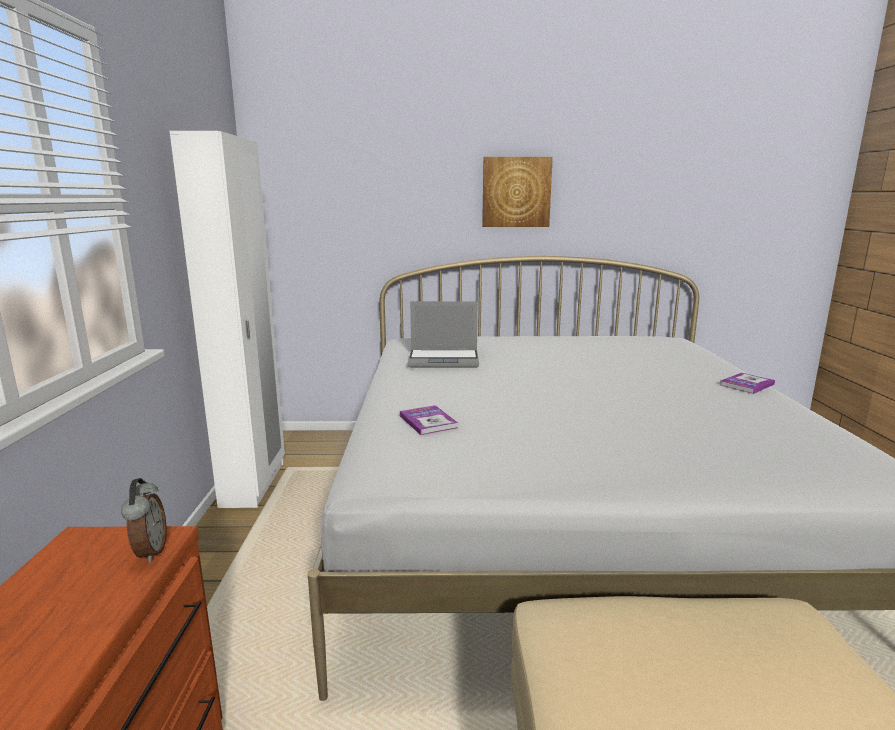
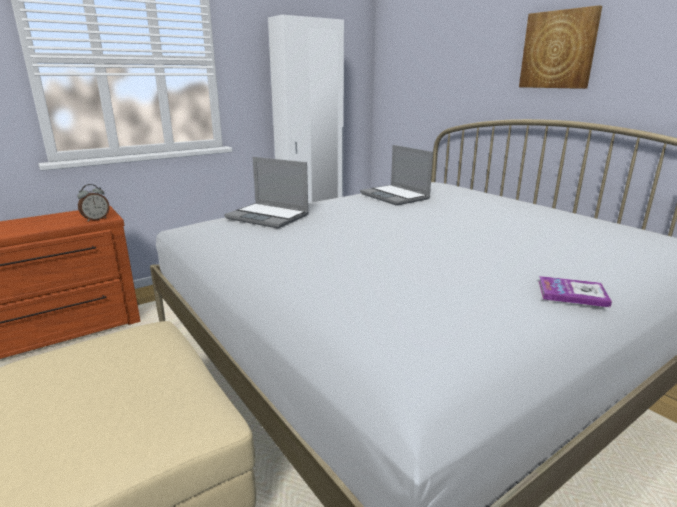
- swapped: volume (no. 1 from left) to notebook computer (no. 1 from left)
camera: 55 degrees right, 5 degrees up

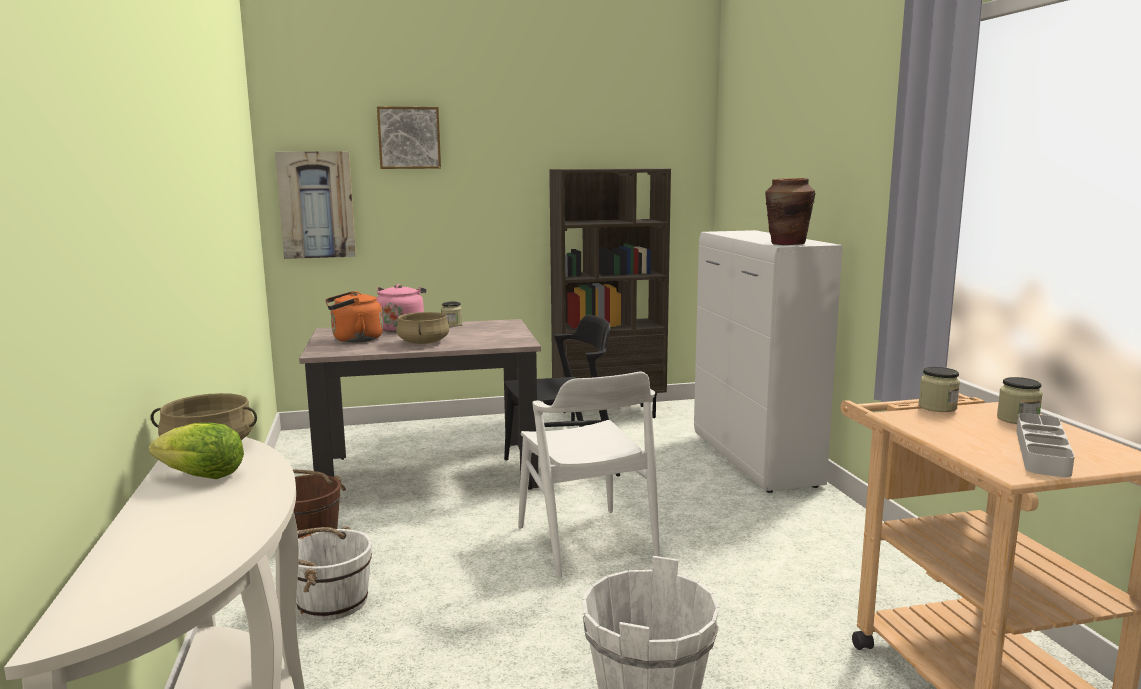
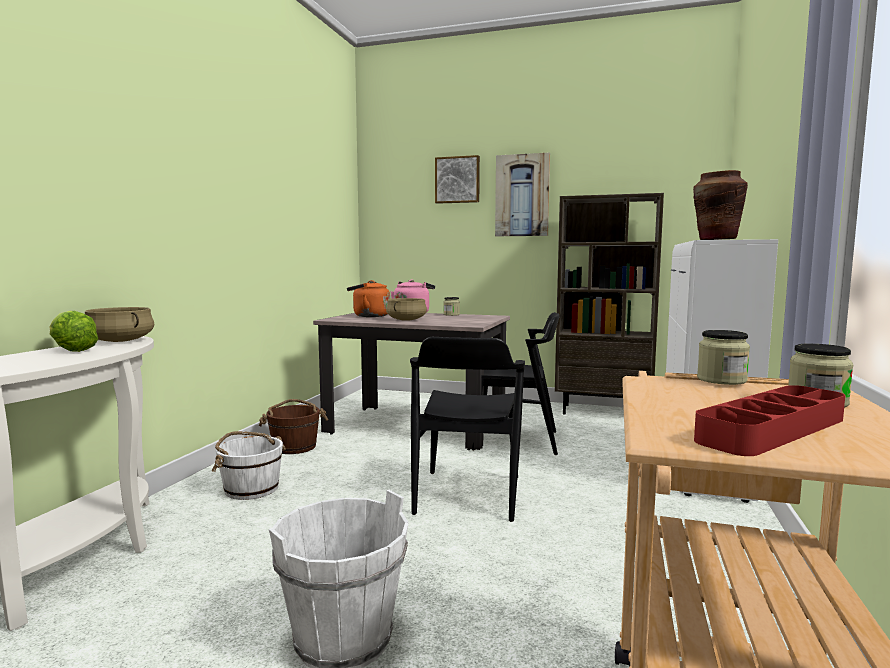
- shifted: picture (no. 1 from left in the first image) to picture (no. 2 from left)
- repainted: plain chair in white to plain chair in black (no. 1 from left)
- repainted: carrying tray in greyish to carrying tray in red
camera: 30 degrees right, 5 degrees down

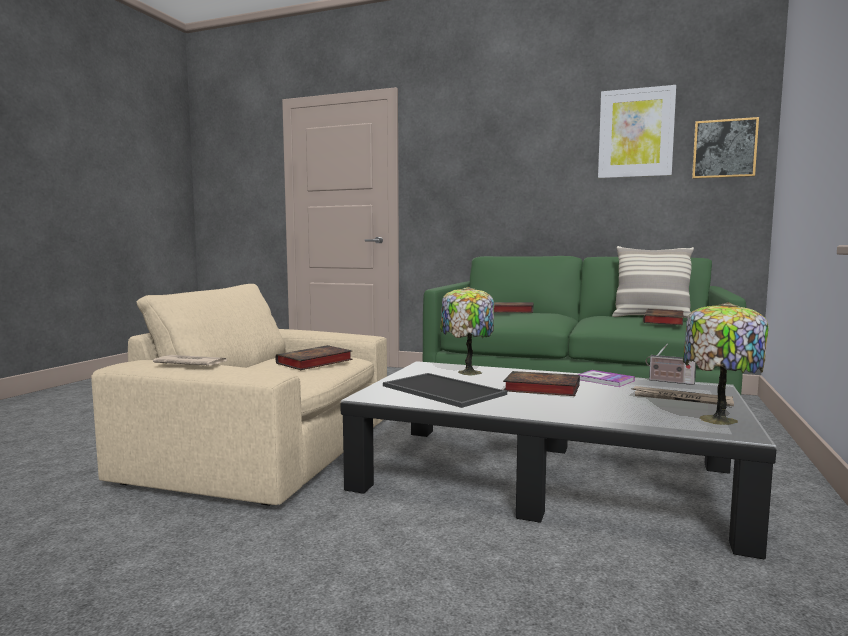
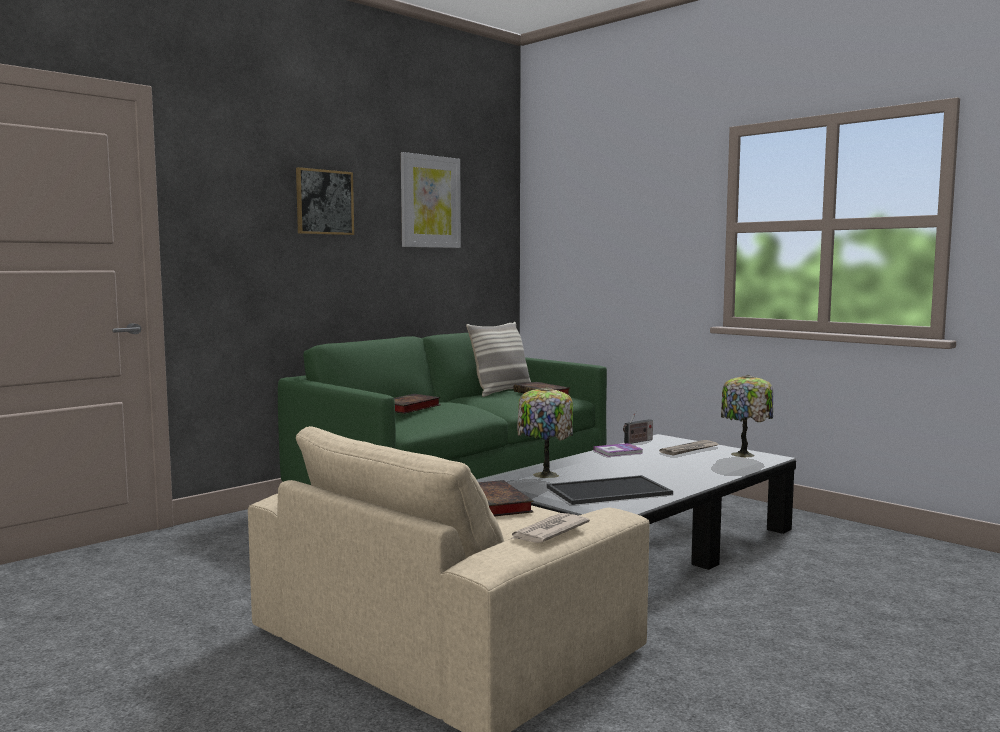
- gone: volume (no. 3 from left)
- shifted: picture (no. 2 from left in the first image) to picture (no. 1 from left)
camera: 65 degrees left, 0 degrees up

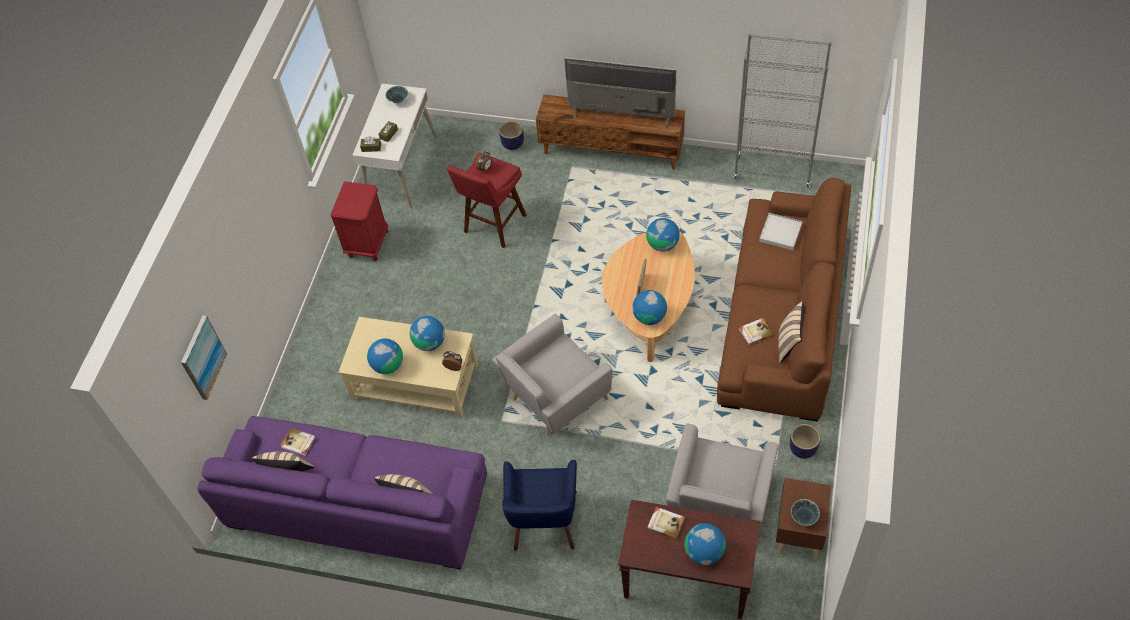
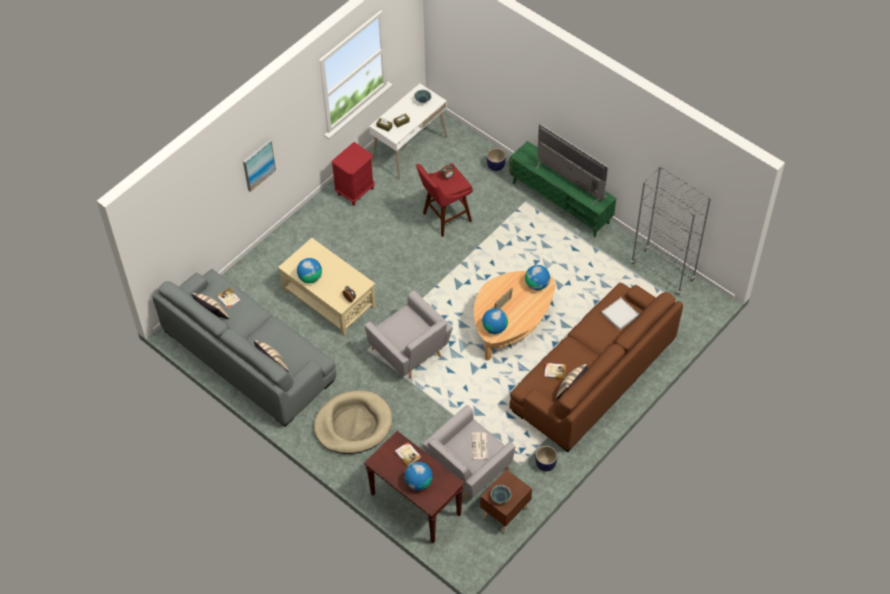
- gone: desk globe (no. 2 from left)
- new: newspaper
- shifted: picture
- swapped: easy chair in blue-coloured to pet bed in sand-coloured
- repainted: couch in purple-coloured to couch in greyish
- repainted: tv stand in brownish to tv stand in green
- rotated: easy chair in greyish (no. 1 from left) 120 degrees counterclockwise
camera: 25 degrees right, 0 degrees up

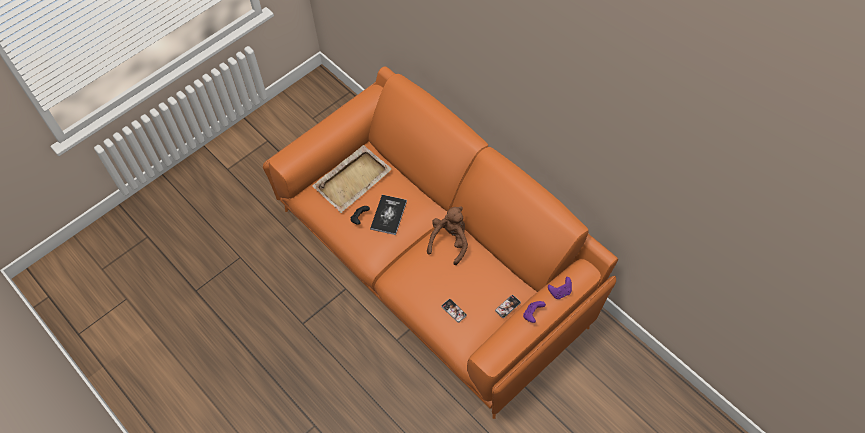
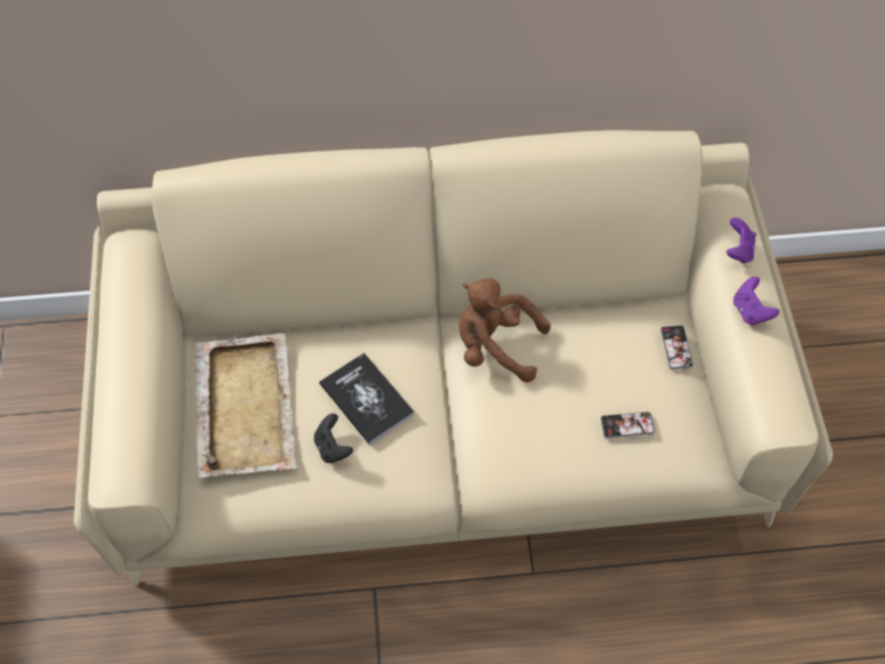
- repainted: couch in orange-coloured to couch in sand-coloured
- rotated: cuddly toy in brownish 45 degrees counterclockwise
camera: 55 degrees left, 0 degrees up

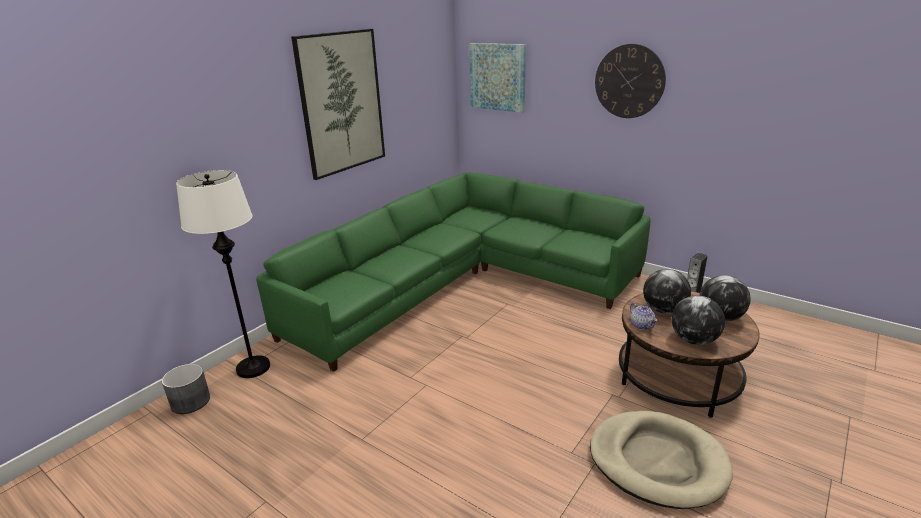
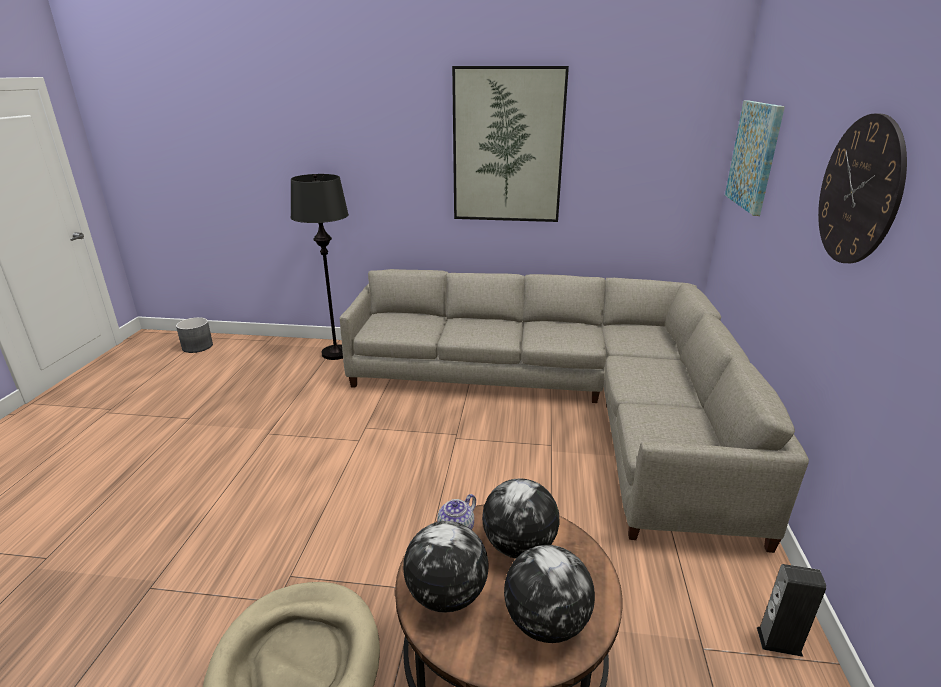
- shifted: planter in greyish
- repainted: standard lamp in white to standard lamp in black
- repainted: couch in green to couch in greyish
camera: 60 degrees right, 0 degrees up

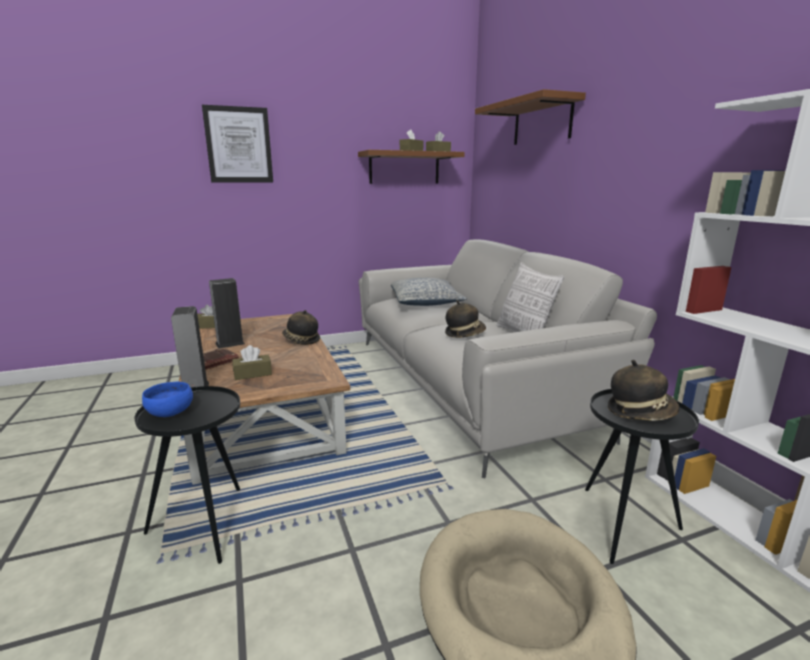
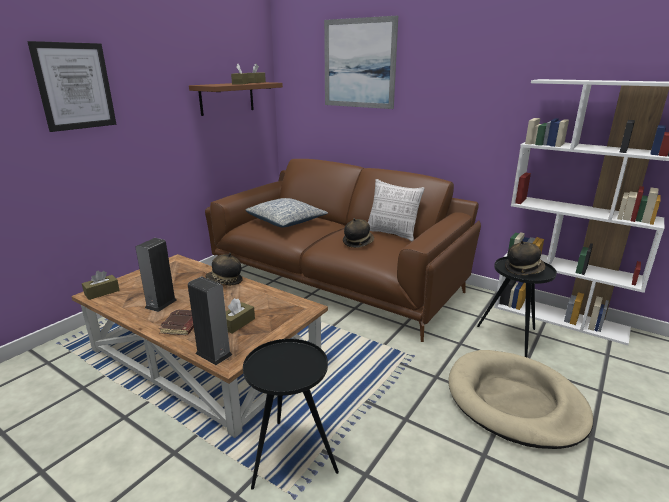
- gone: serving bowl in blue-coloured
- swapped: bracket shelf in brownish (no. 2 from left) to picture (no. 2 from left)
- repainted: couch in greyish to couch in brownish
camera: 35 degrees left, 5 degrees up

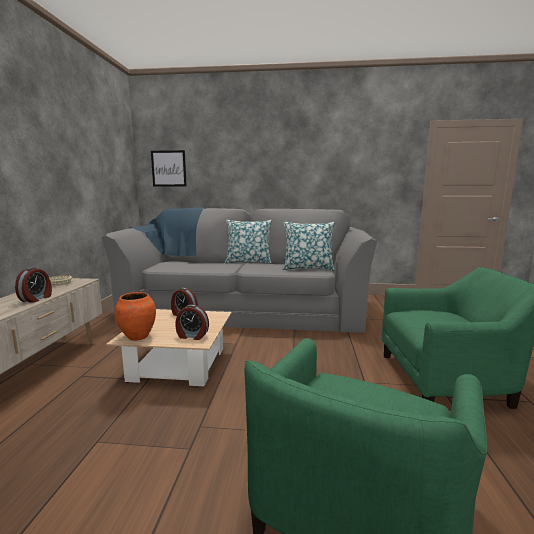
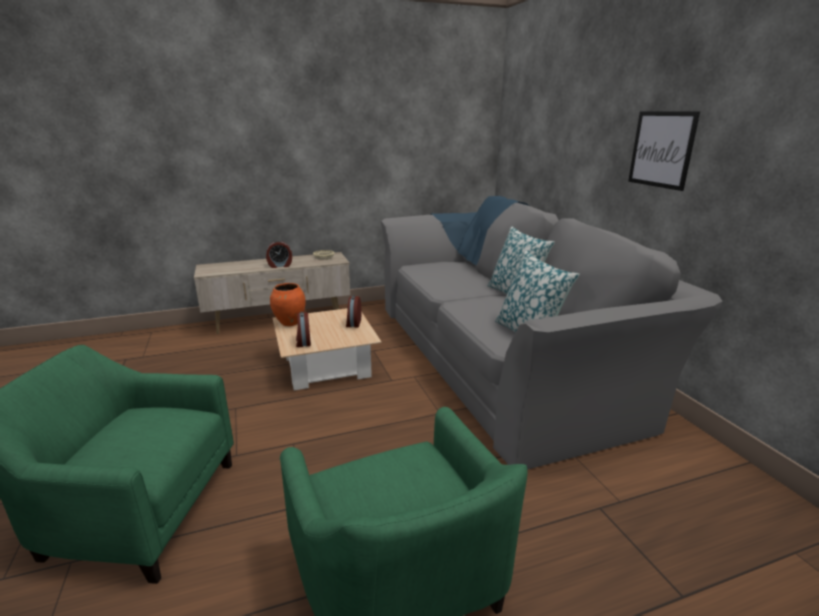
- shifted: picture
camera: 65 degrees right, 10 degrees up

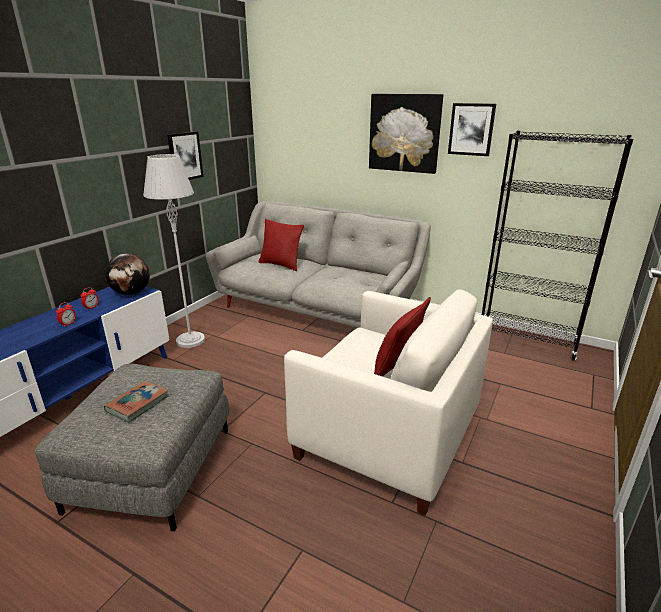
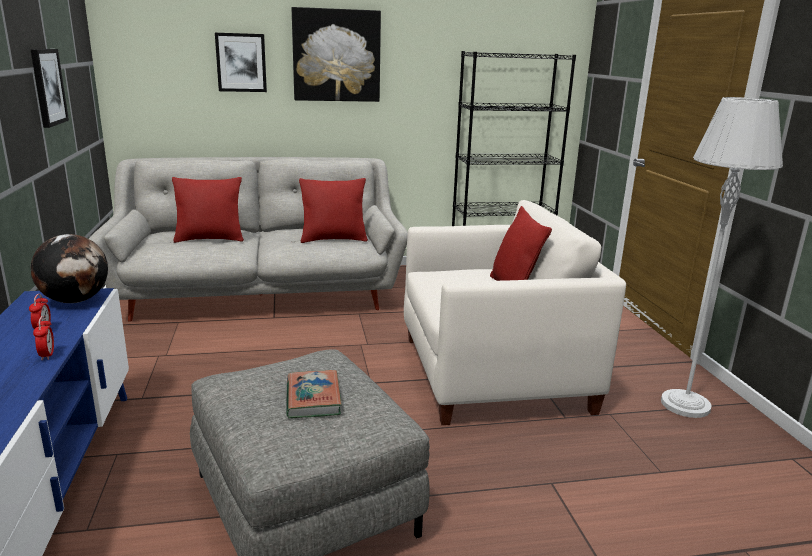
- new: throw pillow in red (no. 2 from left)
- shifted: standard lamp in greyish
- shifted: picture (no. 3 from left in the first image) to picture (no. 2 from left)
camera: 40 degrees left, 5 degrees down

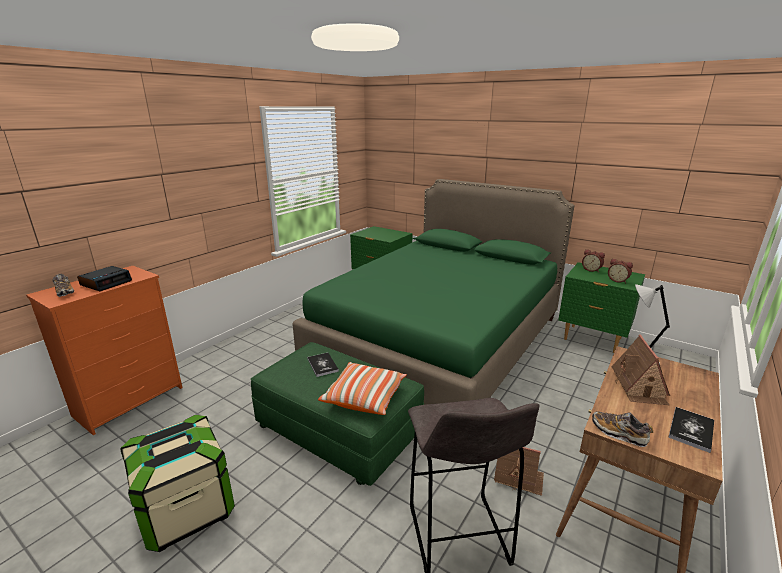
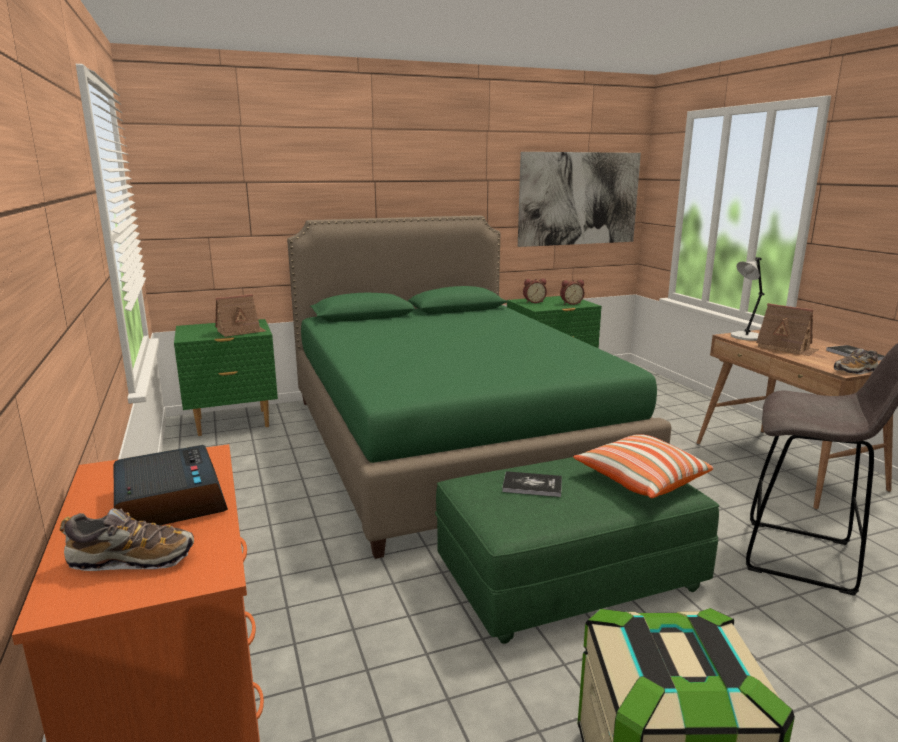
- new: picture
- shifted: miniature house (no. 1 from left)
camera: 55 degrees left, 5 degrees down

